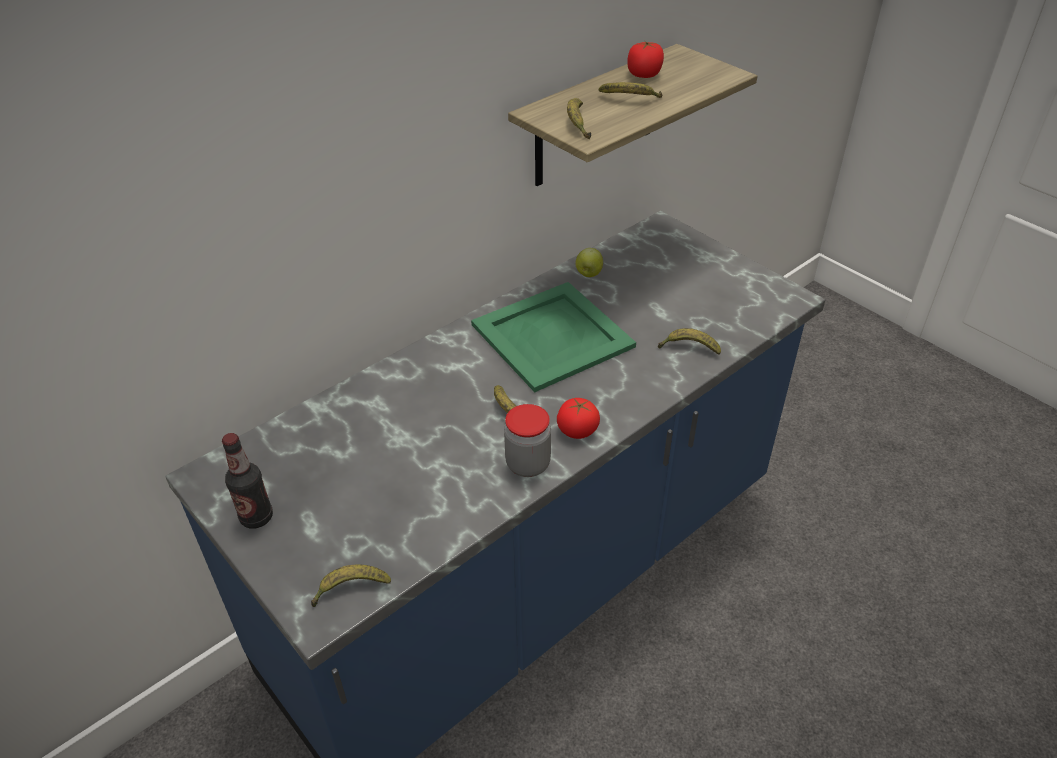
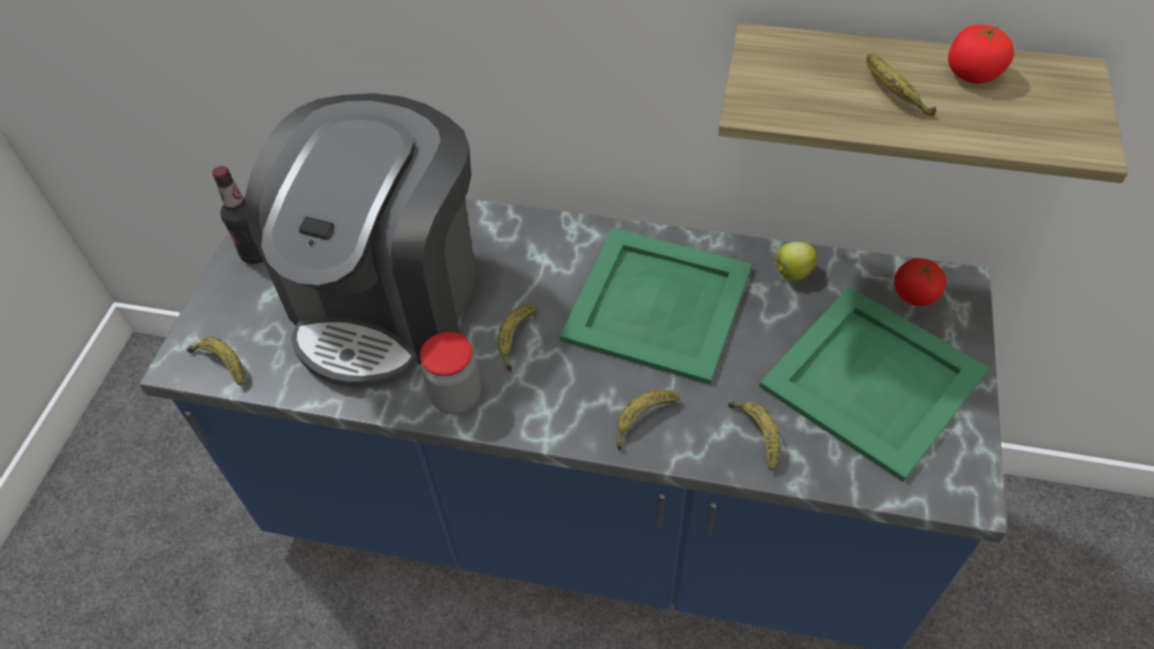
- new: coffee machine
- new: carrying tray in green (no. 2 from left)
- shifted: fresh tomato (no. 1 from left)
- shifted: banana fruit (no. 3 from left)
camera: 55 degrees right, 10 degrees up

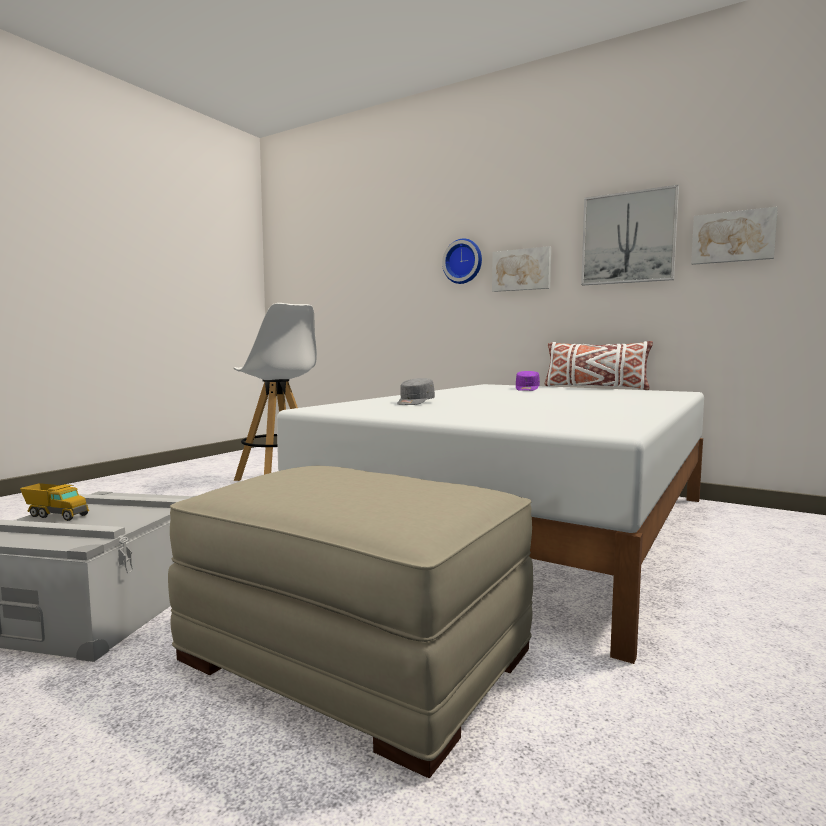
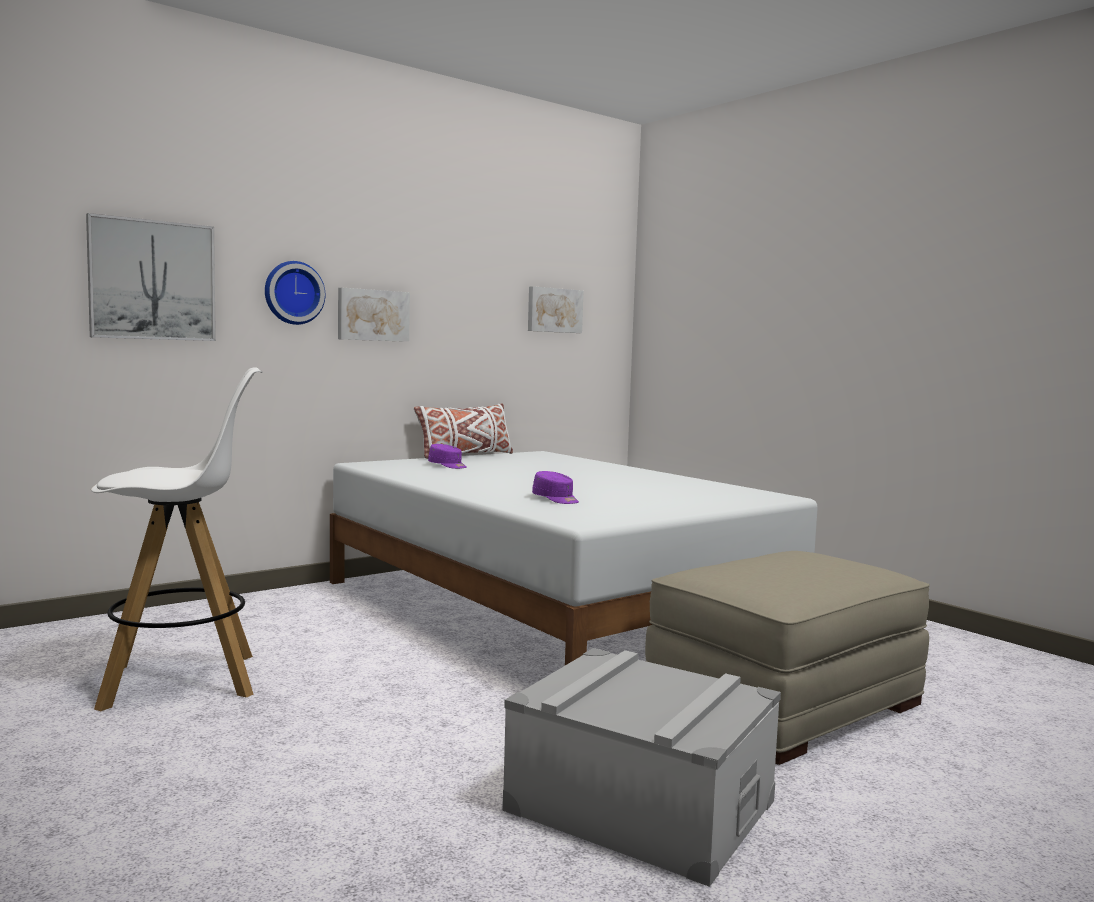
- gone: toy lorry
- shifted: picture (no. 2 from left in the first image) to picture (no. 1 from left)
- repainted: cap in greyish to cap in purple-coloured (no. 2 from left)
camera: 70 degrees left, 0 degrees up

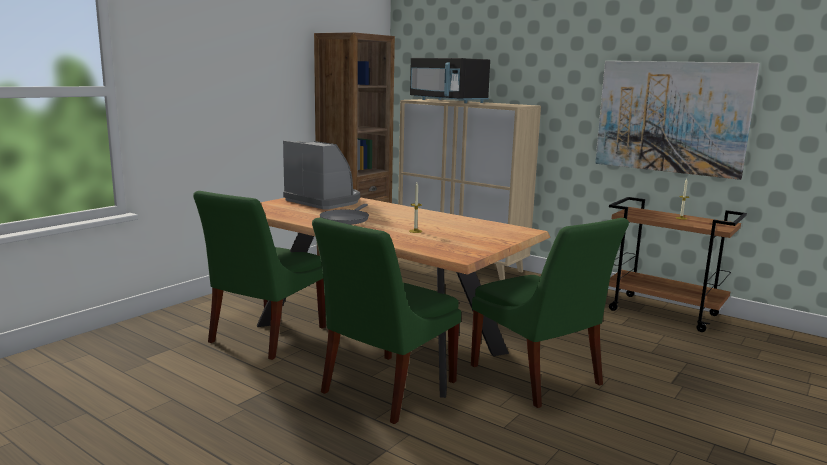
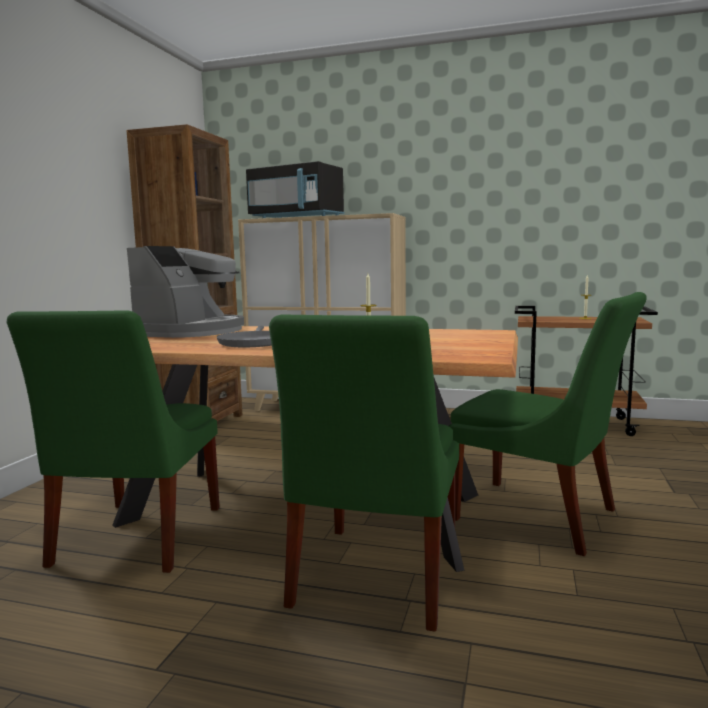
- gone: picture
- rotated: coffee machine 90 degrees clockwise
camera: 20 degrees left, 5 degrees down

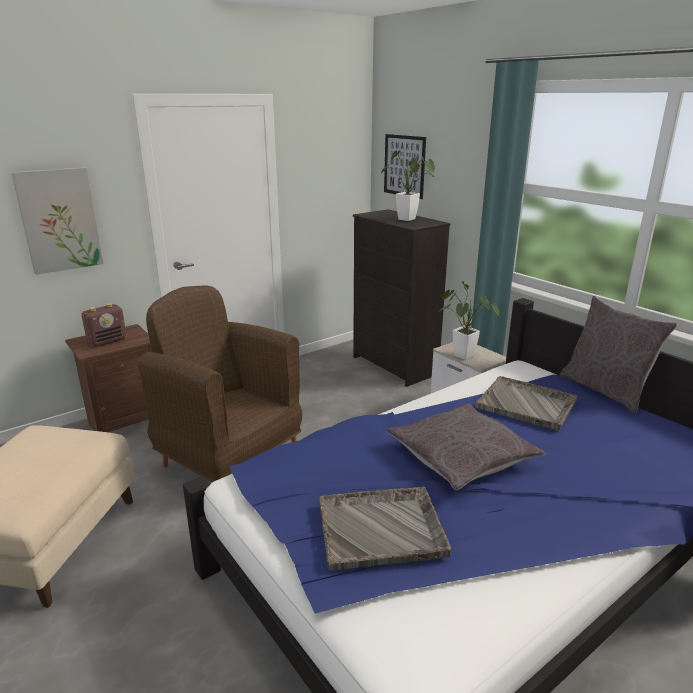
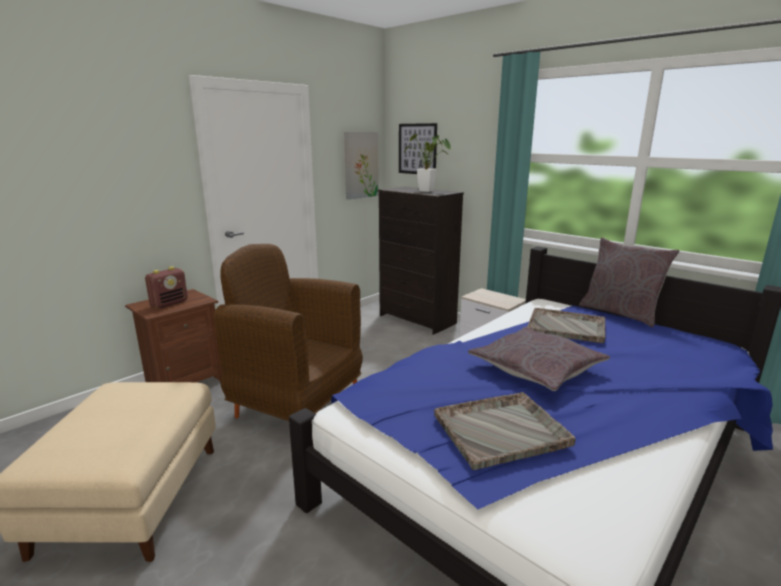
- gone: plant in a pot (no. 2 from left)
- shifted: picture (no. 1 from left)
camera: 10 degrees left, 5 degrees down

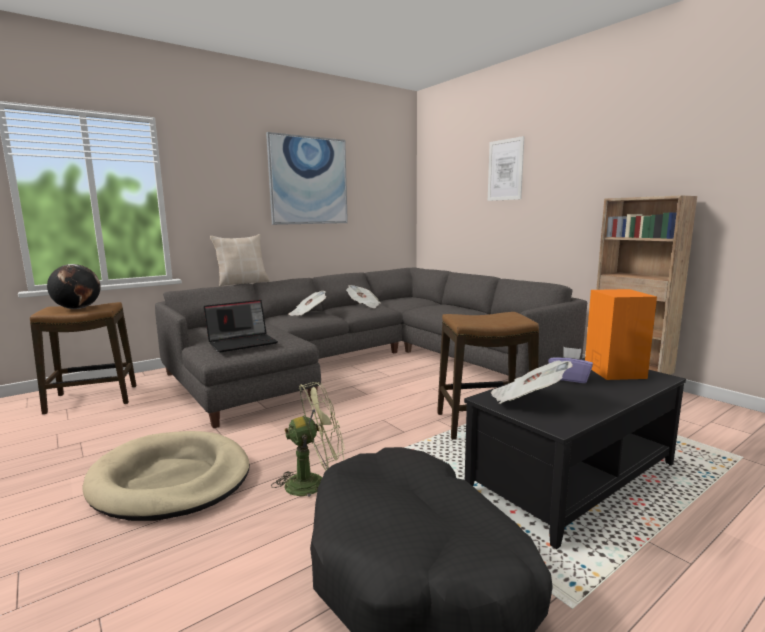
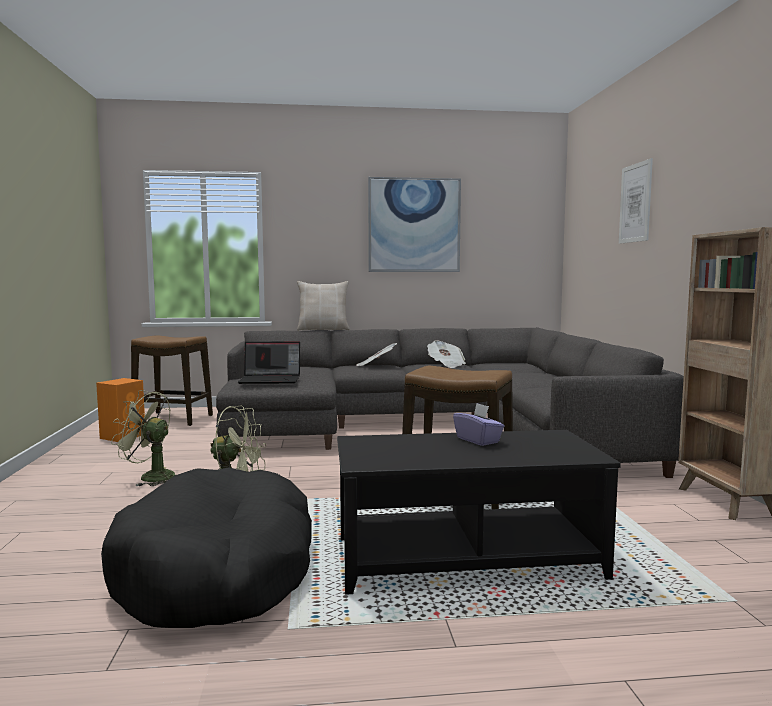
- gone: desk globe
- gone: newspaper (no. 3 from left)
- shifted: loudspeaker in orange-coloured
- swapped: pet bed in sand-coloured to electric fan in green (no. 1 from left)
camera: 30 degrees right, 5 degrees down

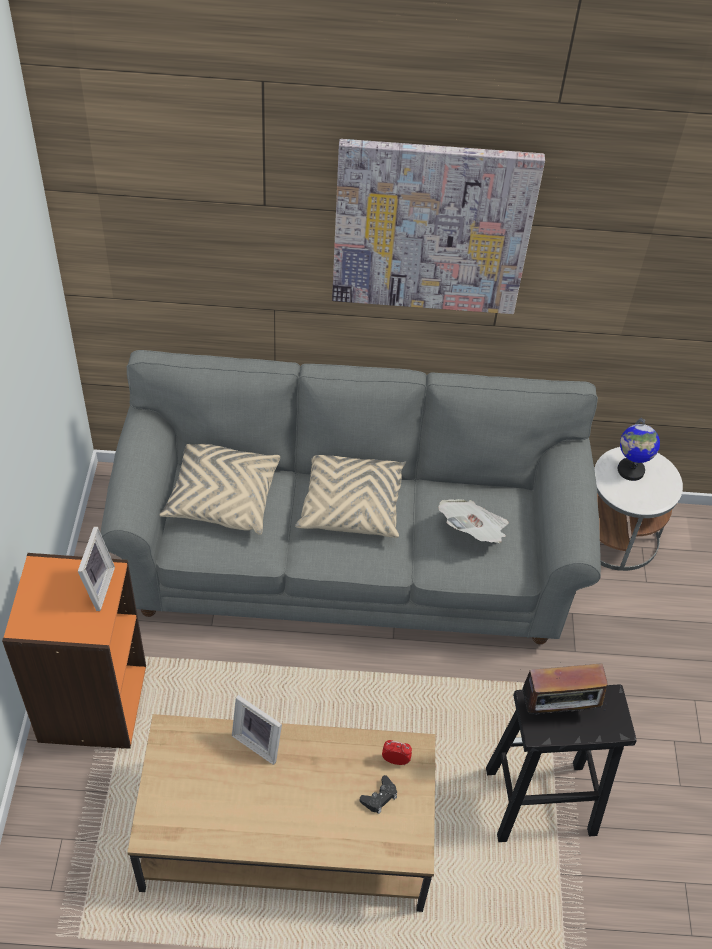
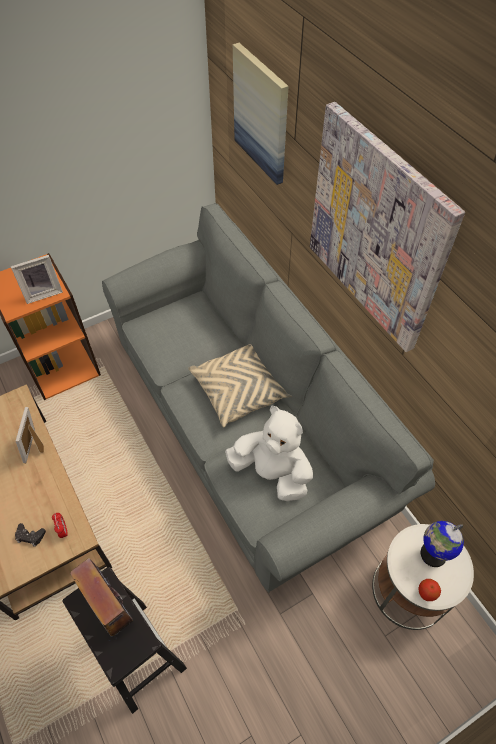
- gone: throw pillow in sand-coloured (no. 1 from left)
- new: picture (no. 1 from left)
- new: apple fruit
- swapped: newspaper to cuddly toy in white
camera: 60 degrees right, 5 degrees up

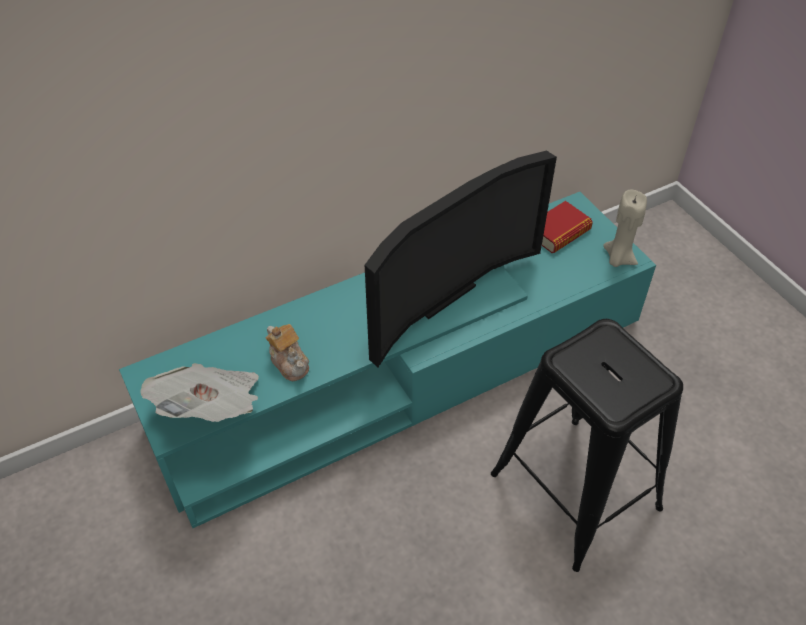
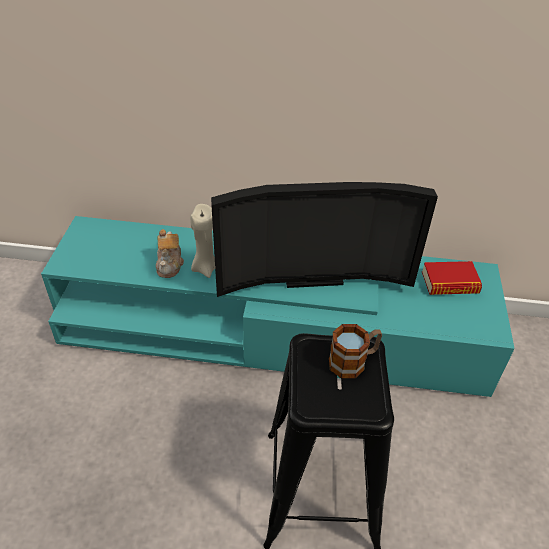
- gone: newspaper
- new: coffee mug
- shifted: wax light in sand-coloured
camera: 35 degrees right, 5 degrees down

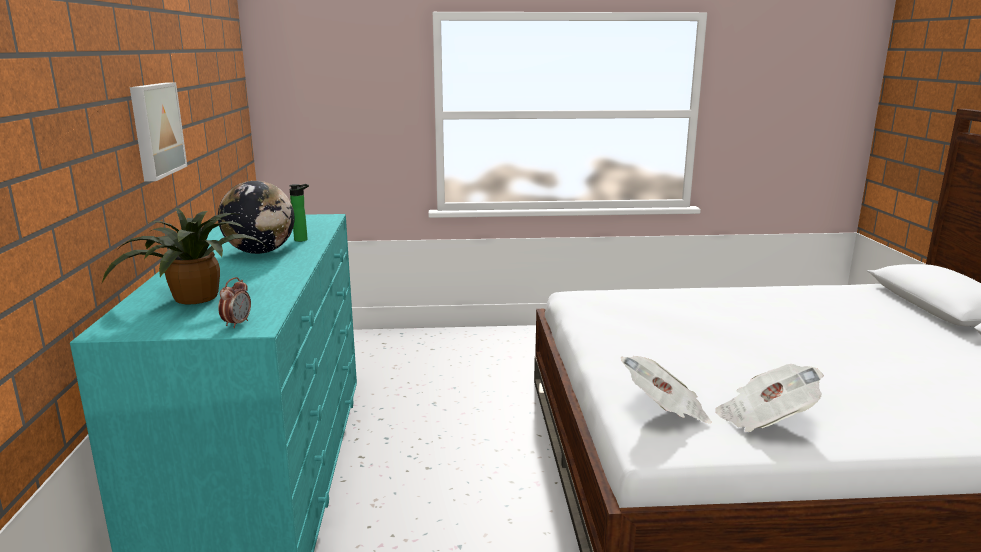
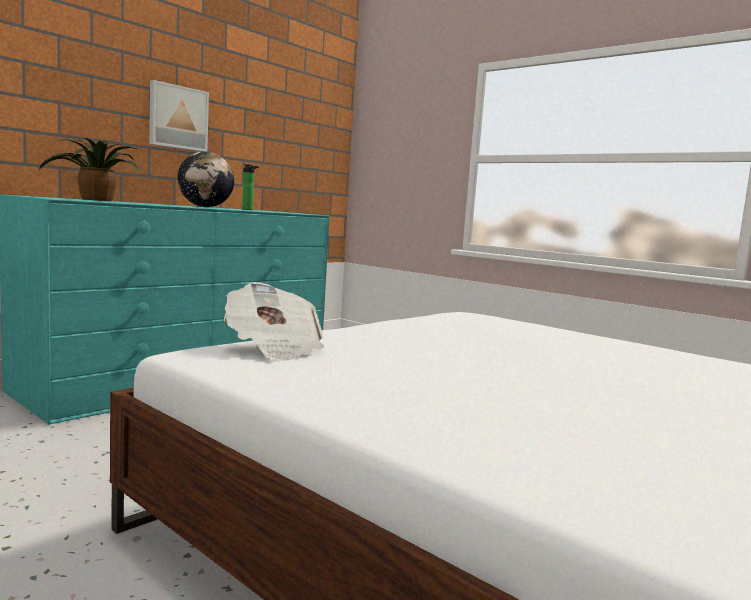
- gone: alarm clock
- gone: newspaper (no. 2 from left)
camera: 45 degrees right, 10 degrees down

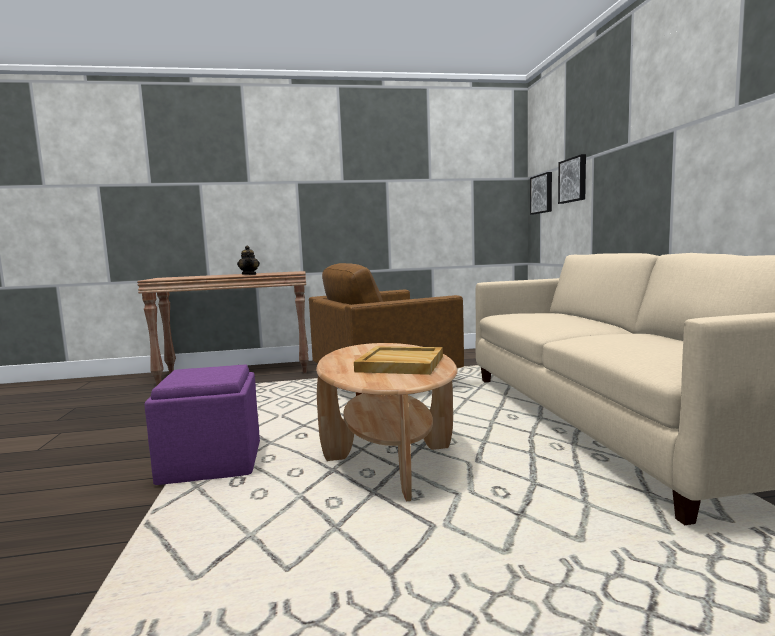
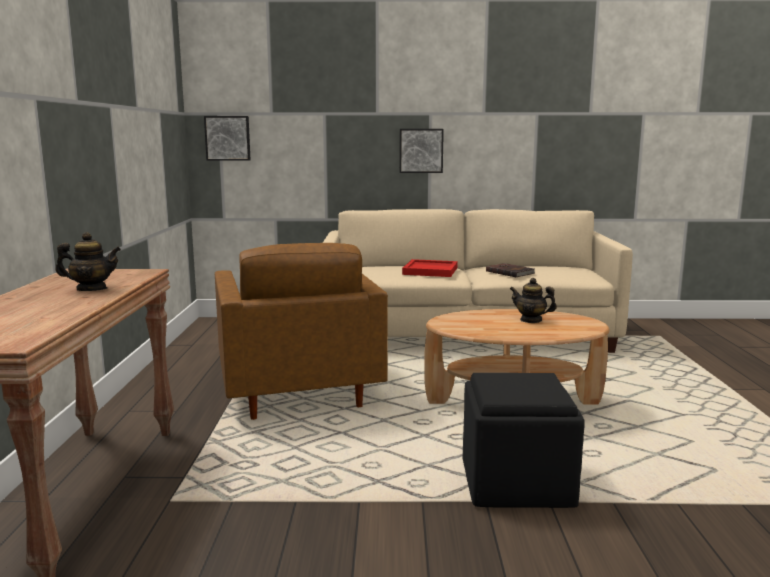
- new: carrying tray in red
- new: volume in brownish
- shifted: picture (no. 2 from left)
- swapped: carrying tray in sand-coloured to pot for tea (no. 2 from left)
- repainted: footrest in purple-coloured to footrest in black
camera: 80 degrees left, 5 degrees up

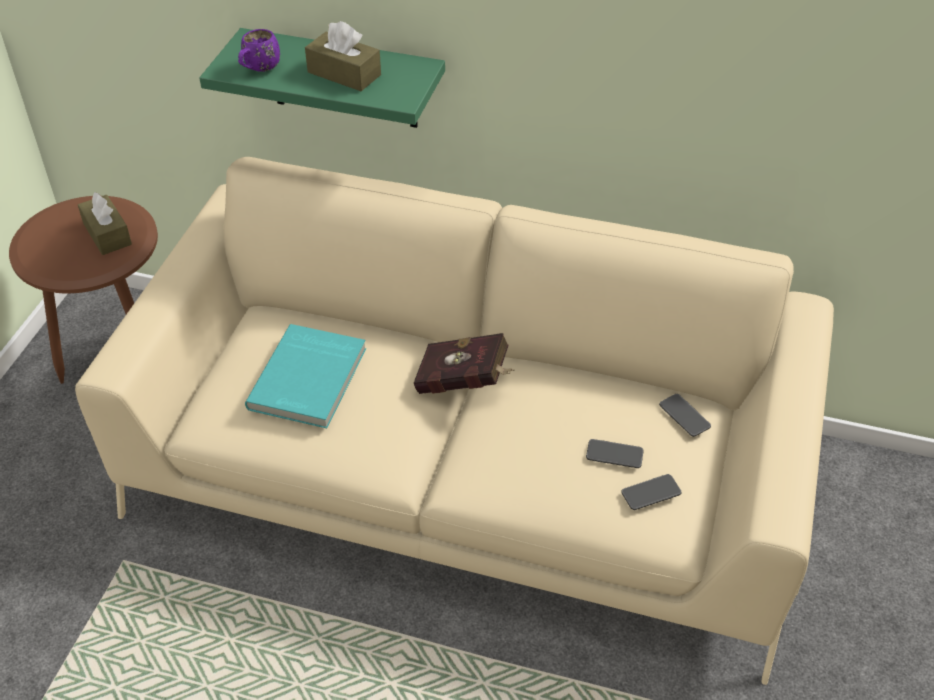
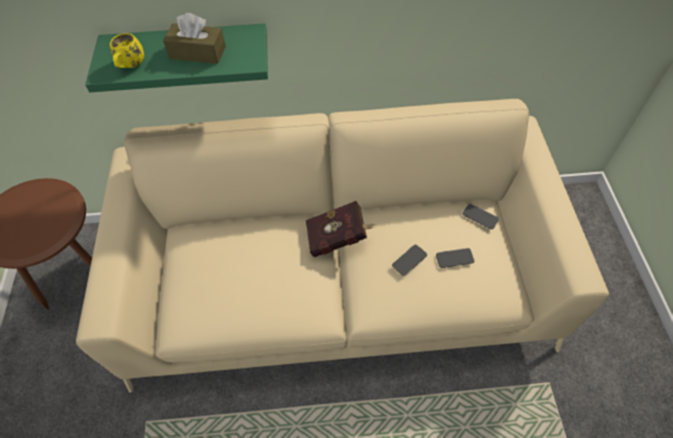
- gone: box of tissues in brownish (no. 1 from left)
- gone: volume in turquoise-coloured
- shifted: phone (no. 2 from left in the first image) to phone (no. 1 from left)
- repainted: coffee mug in purple-coloured to coffee mug in yellow-coloured
camera: 20 degrees left, 10 degrees up

